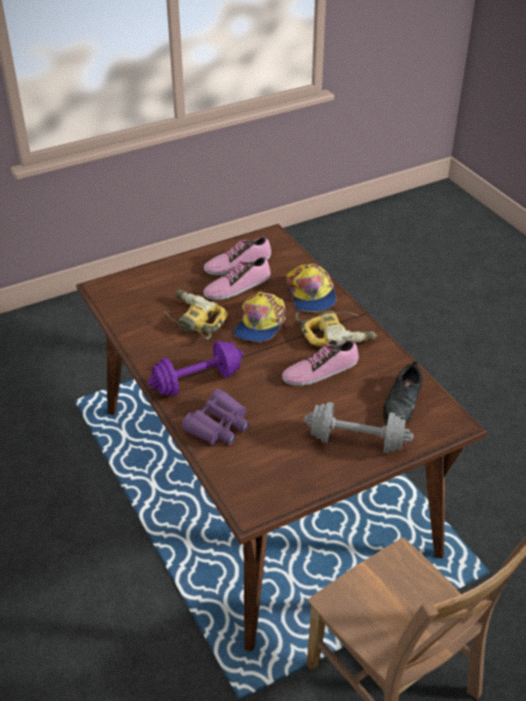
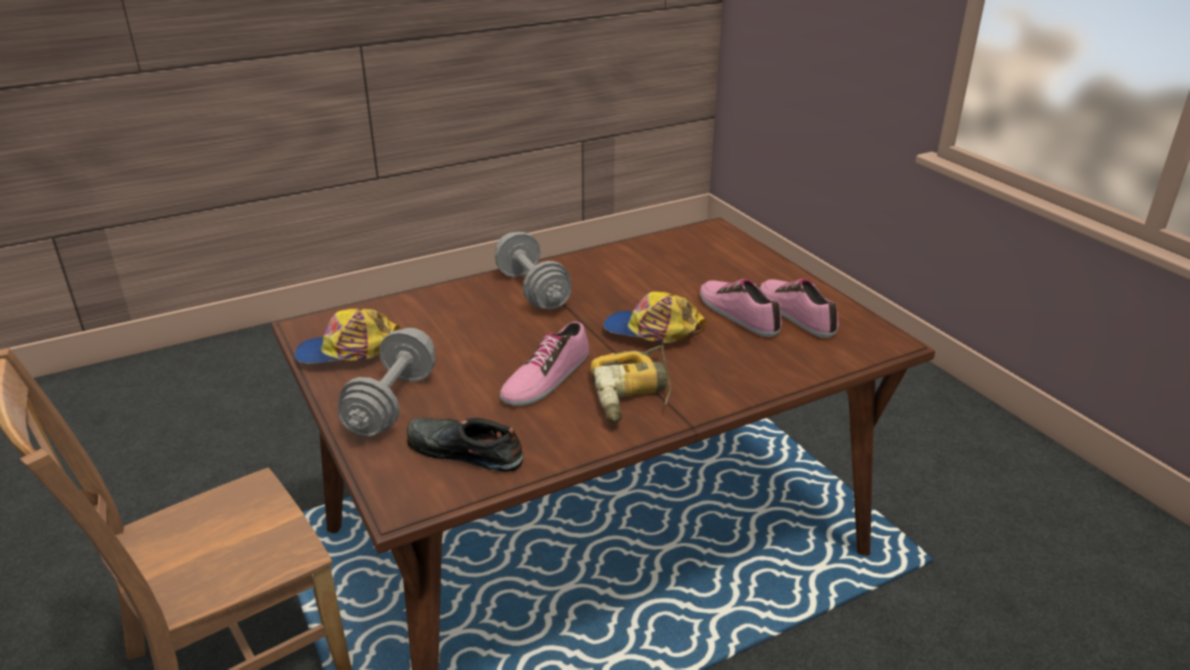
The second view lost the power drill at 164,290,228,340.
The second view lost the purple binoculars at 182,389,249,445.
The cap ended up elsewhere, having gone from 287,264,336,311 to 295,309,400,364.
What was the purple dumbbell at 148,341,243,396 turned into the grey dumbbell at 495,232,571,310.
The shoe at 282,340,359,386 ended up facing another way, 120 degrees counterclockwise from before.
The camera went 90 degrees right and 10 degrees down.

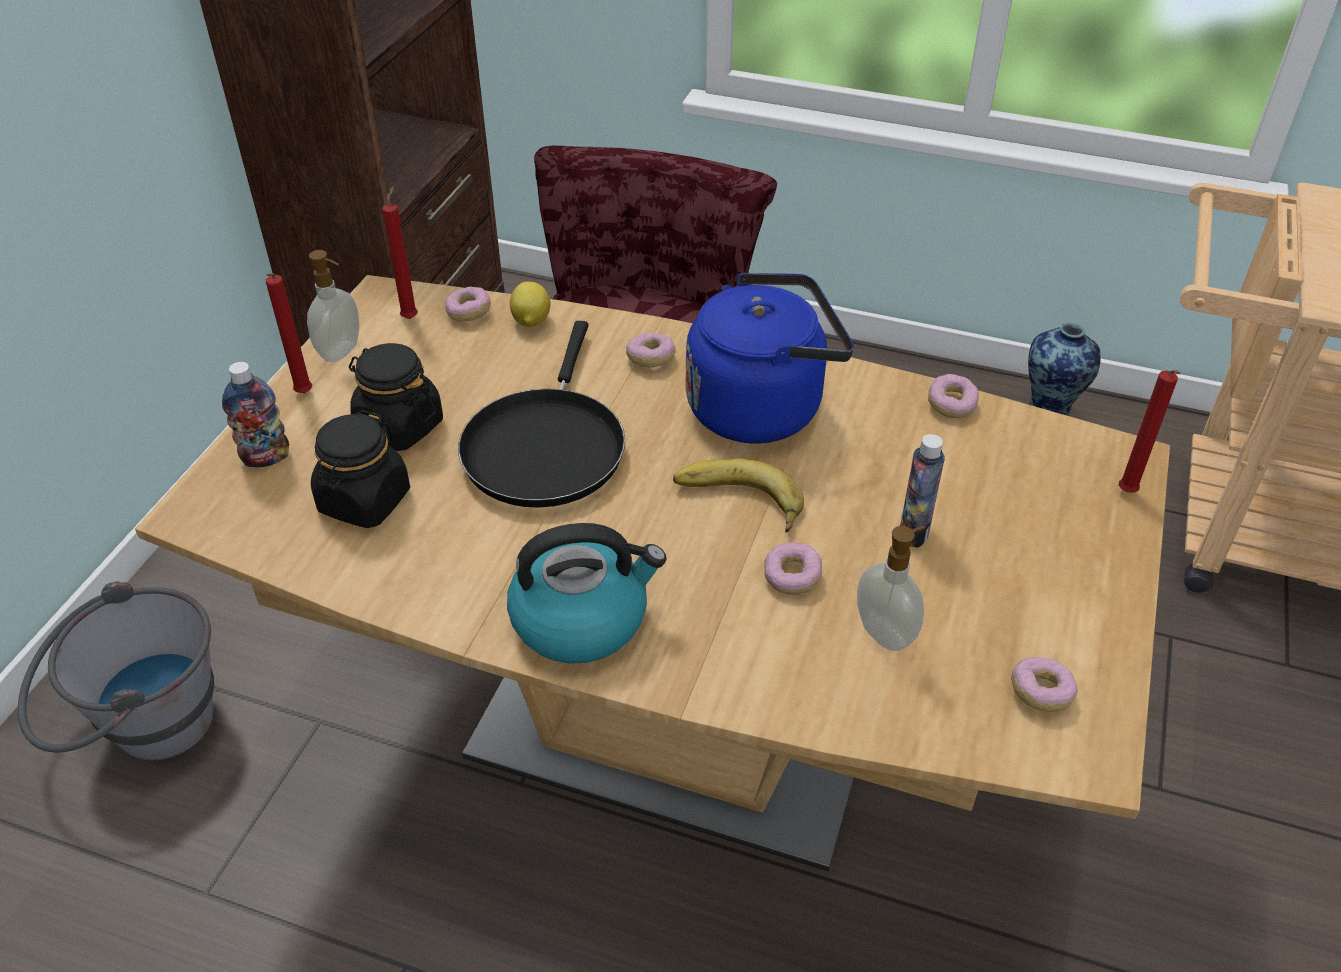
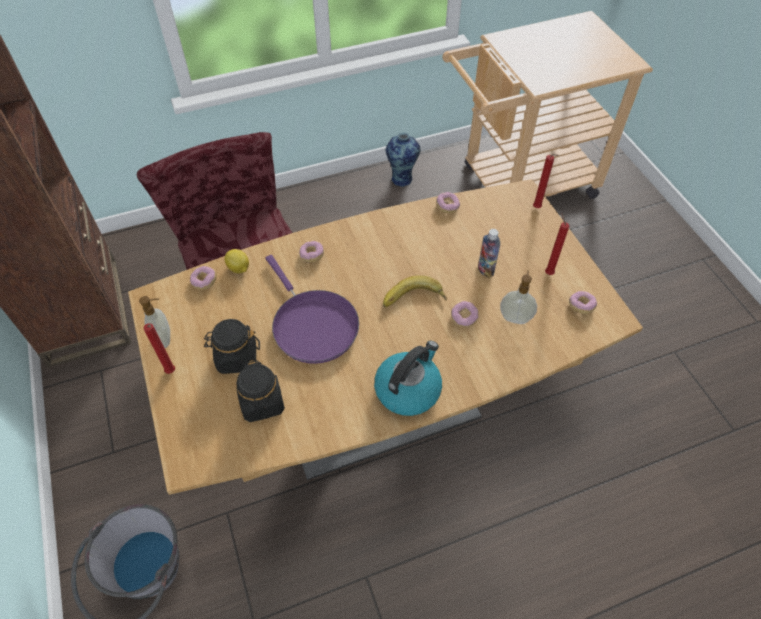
The second view lost the bottle at 222,362,289,467.
The second view lost the blue kettle at 686,272,854,444.
The red candle ended up elsewhere, having gone from 382,186,418,319 to 545,213,569,275.
What was the black frying pan at 458,321,625,508 turned into the purple frying pan at 266,255,359,364.
The camera went 40 degrees left and 10 degrees up.

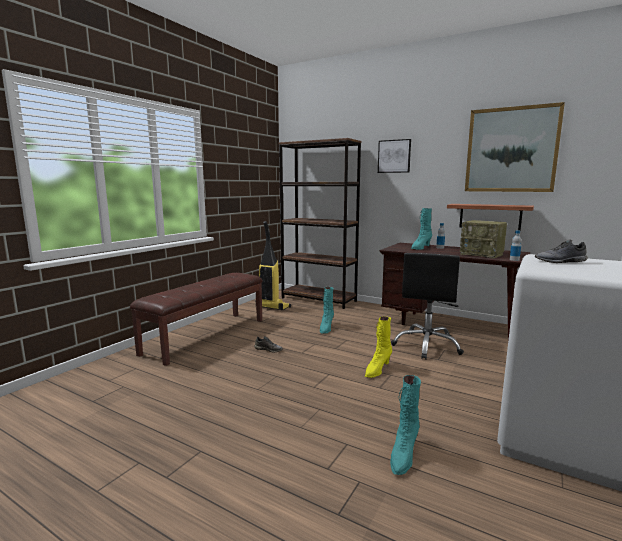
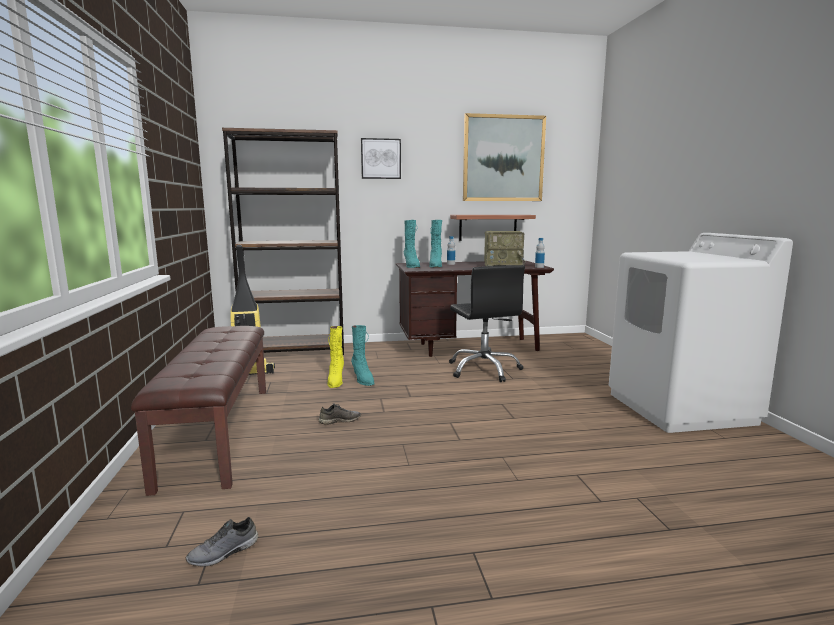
The yellow boot ended up elsewhere, having gone from 365,316,392,378 to 328,326,344,388.
The turquoise boot ended up elsewhere, having gone from 390,375,421,475 to 404,220,420,268.
The grey shoe ended up elsewhere, having gone from 535,240,587,263 to 186,517,259,567.
The camera went 40 degrees left and 0 degrees up.

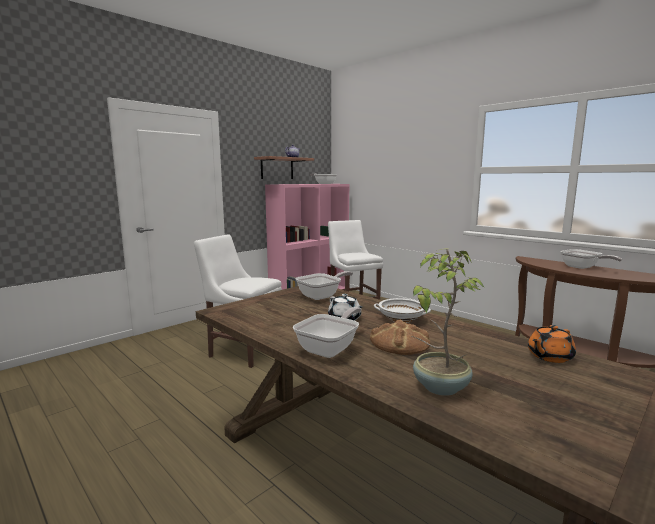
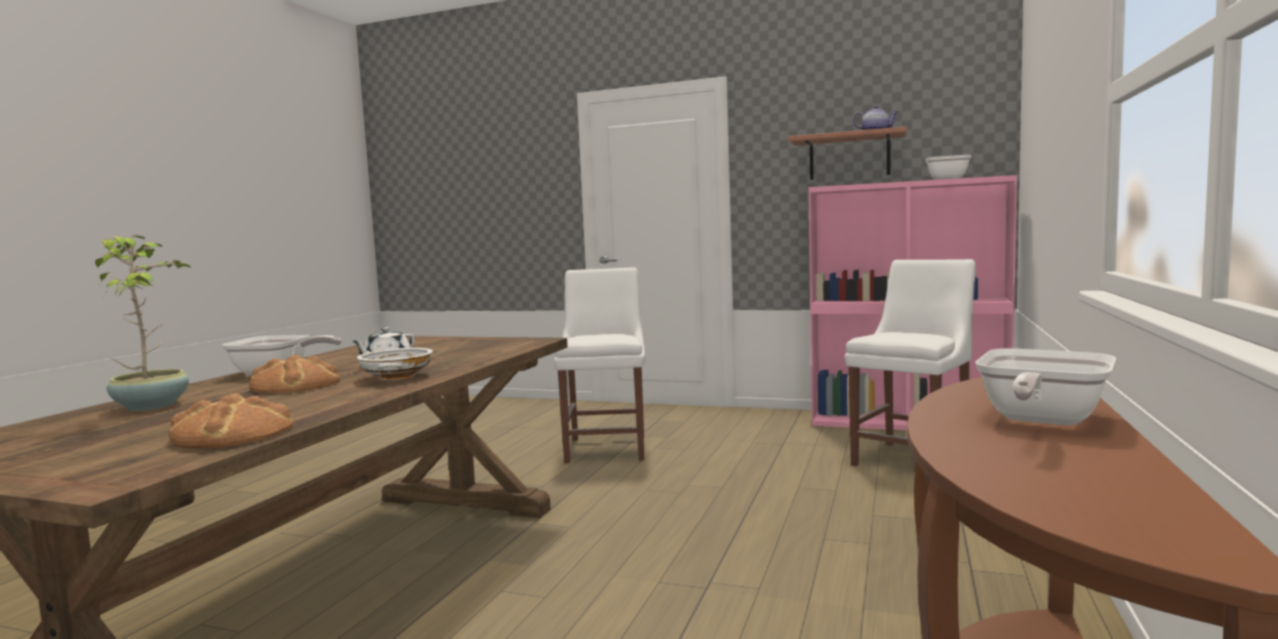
The second view lost the frying pan at 296,271,353,300.
Where the orange teapot stood at 528,325,576,363, the bread came to stand at 169,393,295,449.
The camera went 65 degrees right and 5 degrees down.

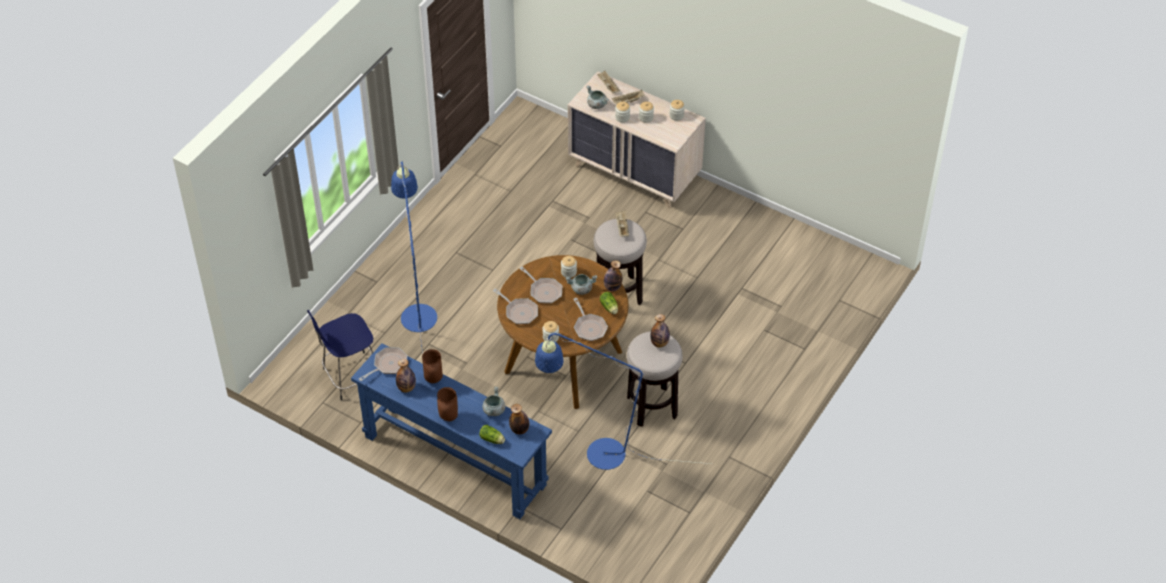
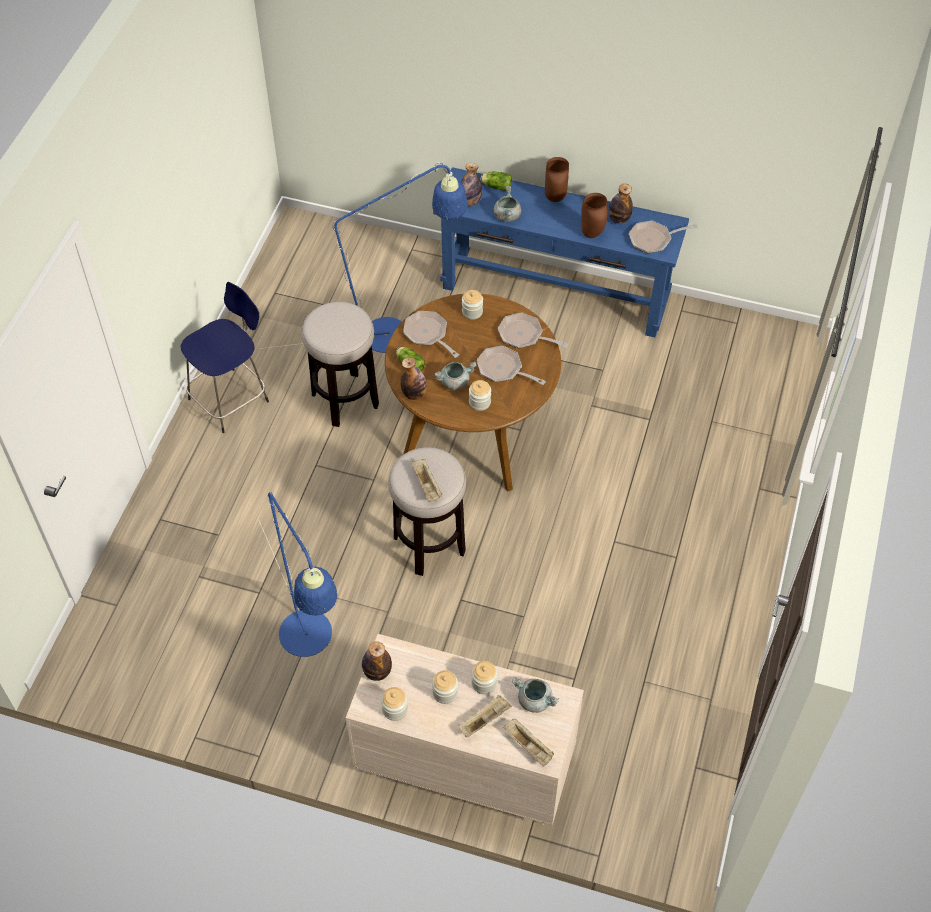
The blue stool ended up elsewhere, having gone from 307,310,373,400 to 181,282,269,433.
The blue floor lamp ended up elsewhere, having gone from 391,162,437,355 to 258,492,337,657.
The bottle ended up elsewhere, having gone from 650,314,670,348 to 362,641,392,681.
The frying pan at 359,347,407,381 ended up facing another way, 45 degrees clockwise from before.
The camera went 165 degrees right and 5 degrees up.

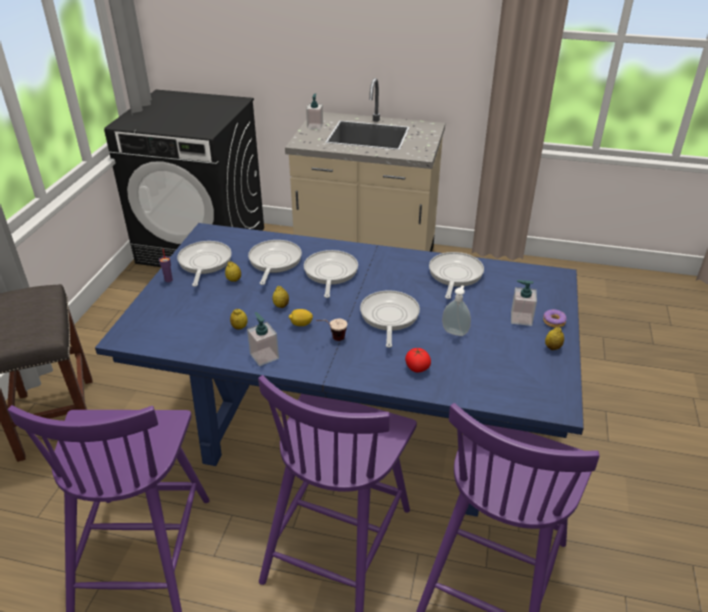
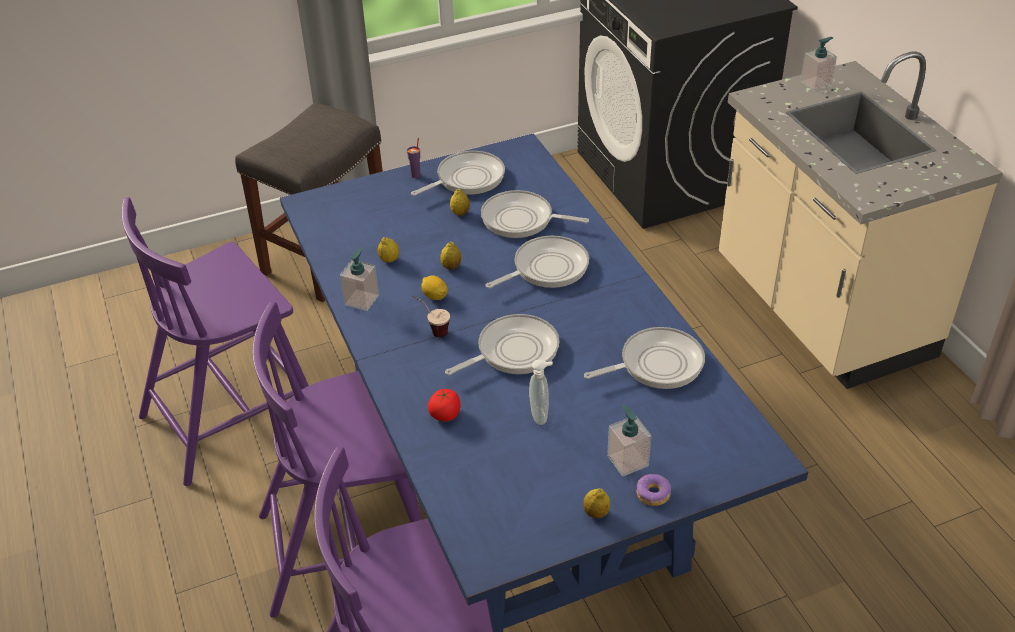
The frying pan at 248,240,302,285 ended up facing another way, 135 degrees counterclockwise from before.
The camera went 55 degrees right and 5 degrees up.

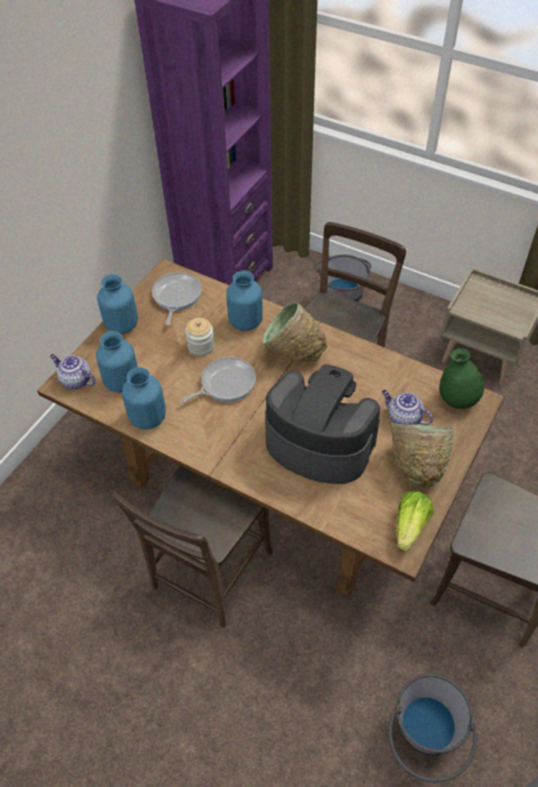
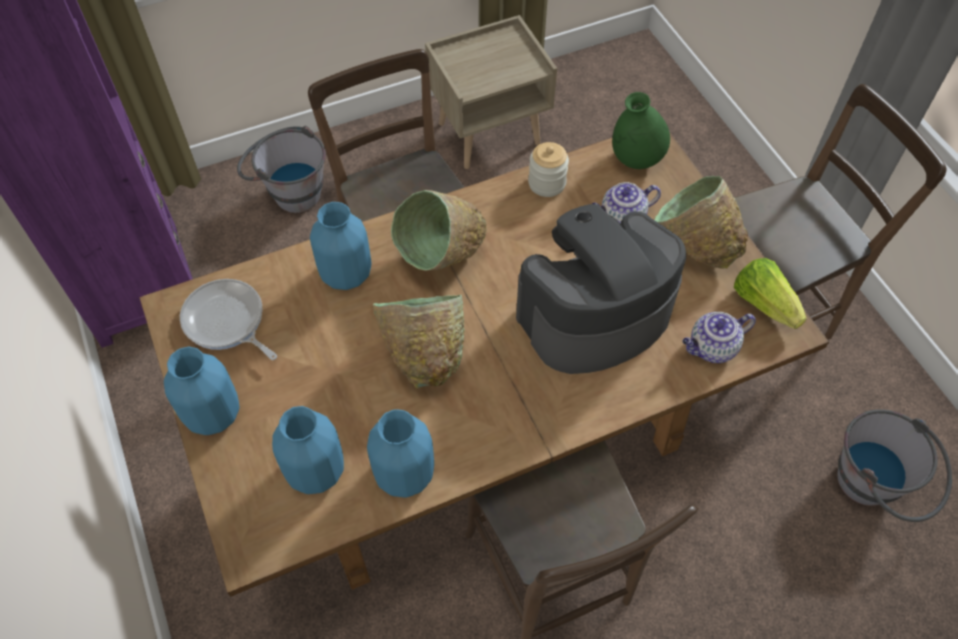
The teapot ended up elsewhere, having gone from 50,354,96,389 to 682,312,756,363.
The jar ended up elsewhere, having gone from 185,318,214,356 to 528,142,569,197.
Where the frying pan stood at 180,357,256,403, the green bowl came to stand at 373,295,465,389.
The camera went 55 degrees left and 5 degrees up.

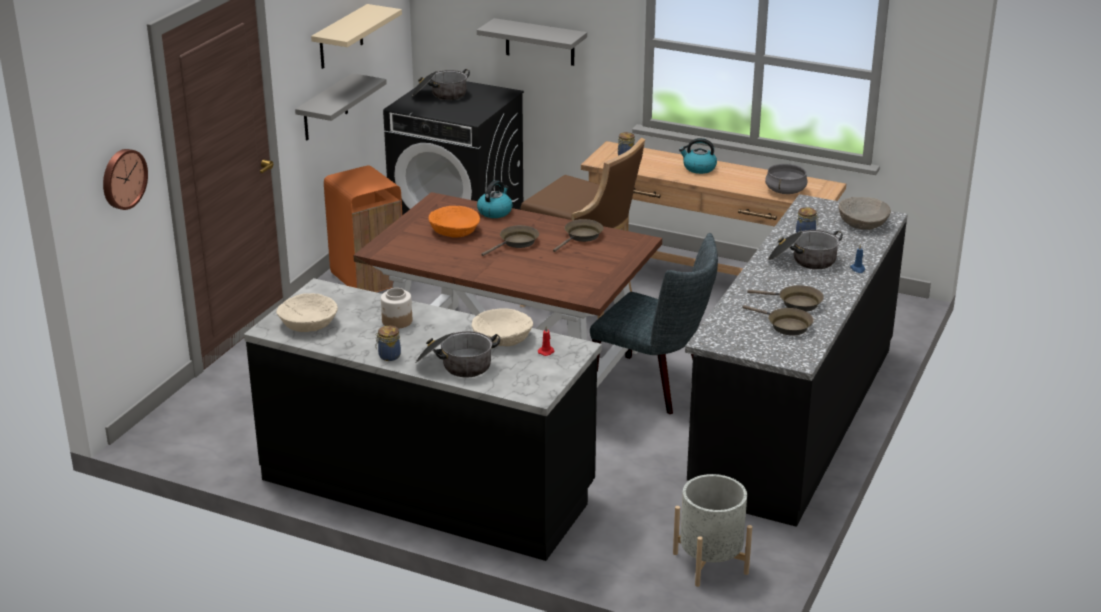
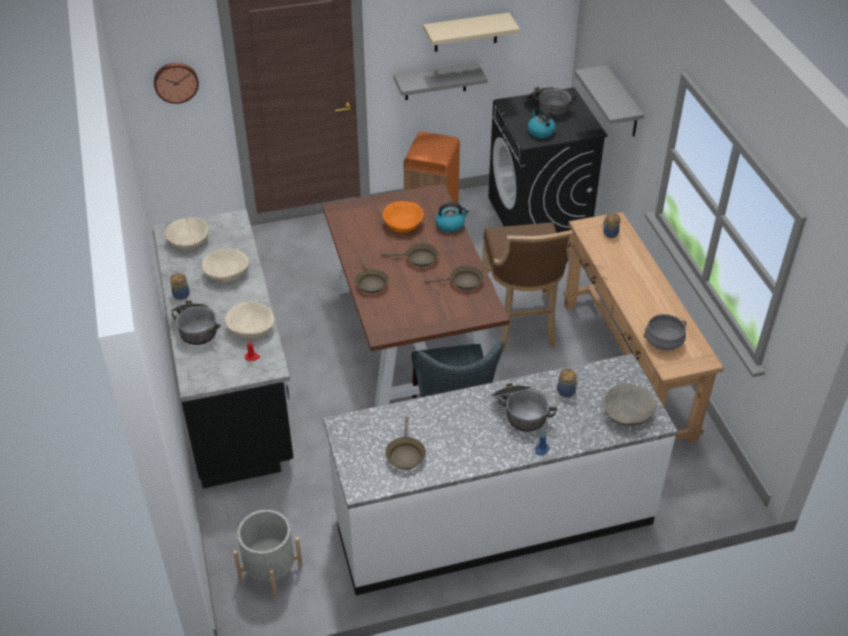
The kettle ended up elsewhere, having gone from 679,138,717,174 to 528,107,556,138.
The brown frying pan ended up elsewhere, having gone from 747,285,824,312 to 355,256,389,294.
Where the jar stood at 381,288,412,329, the beige bowl came to stand at 202,248,249,283.
What was the black counter at 685,194,908,527 turned into the white counter at 323,354,678,595.
The camera went 50 degrees right and 15 degrees up.

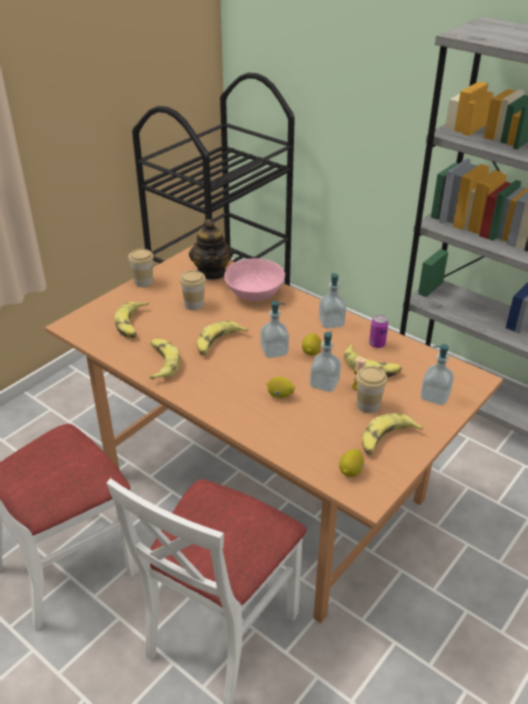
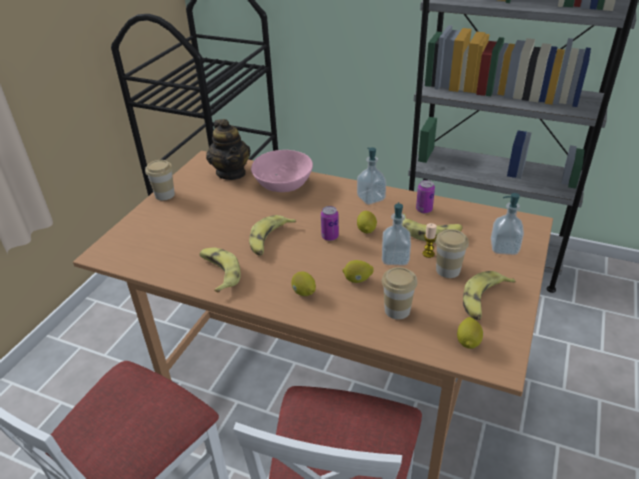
The second view lost the banana at 115,302,149,338.
The second view gained the lemon at 291,271,316,296.
The cup ended up elsewhere, having gone from 179,270,206,310 to 382,267,417,319.
Where the soap dispenser stood at 261,301,289,358, the can came to stand at 321,206,339,241.
The camera went 15 degrees left and 0 degrees up.

